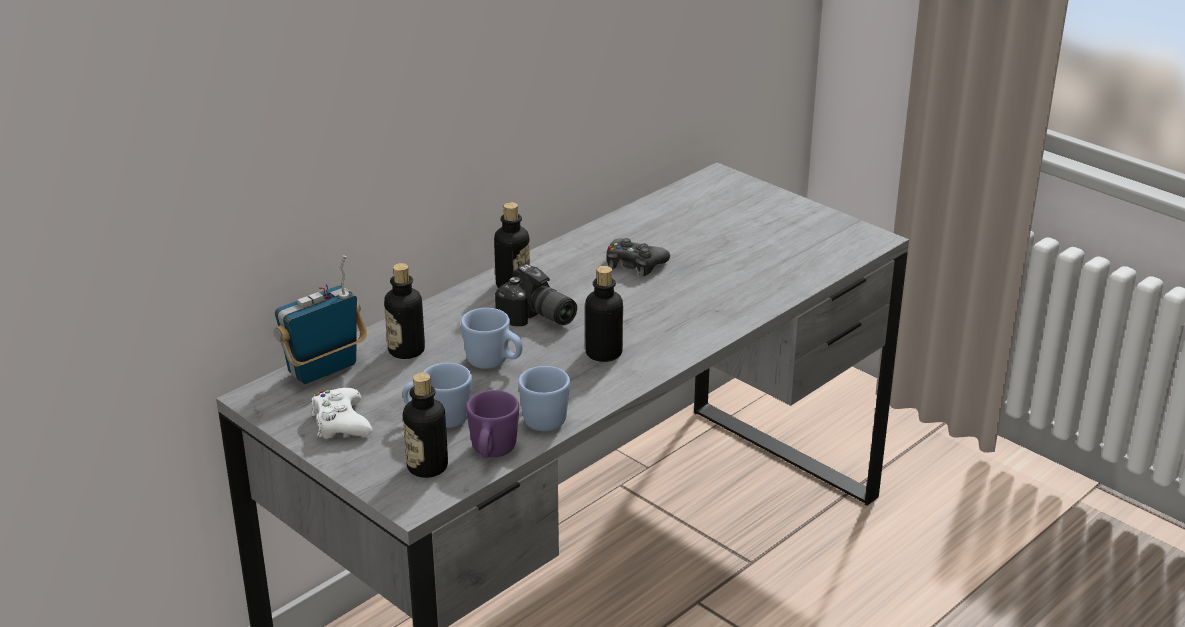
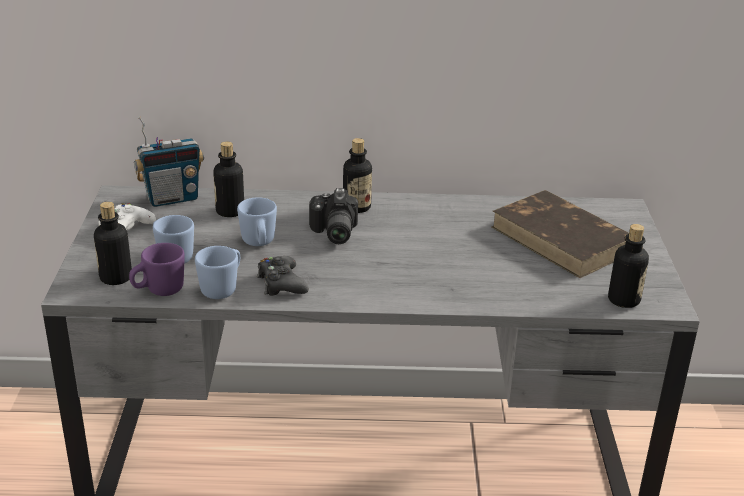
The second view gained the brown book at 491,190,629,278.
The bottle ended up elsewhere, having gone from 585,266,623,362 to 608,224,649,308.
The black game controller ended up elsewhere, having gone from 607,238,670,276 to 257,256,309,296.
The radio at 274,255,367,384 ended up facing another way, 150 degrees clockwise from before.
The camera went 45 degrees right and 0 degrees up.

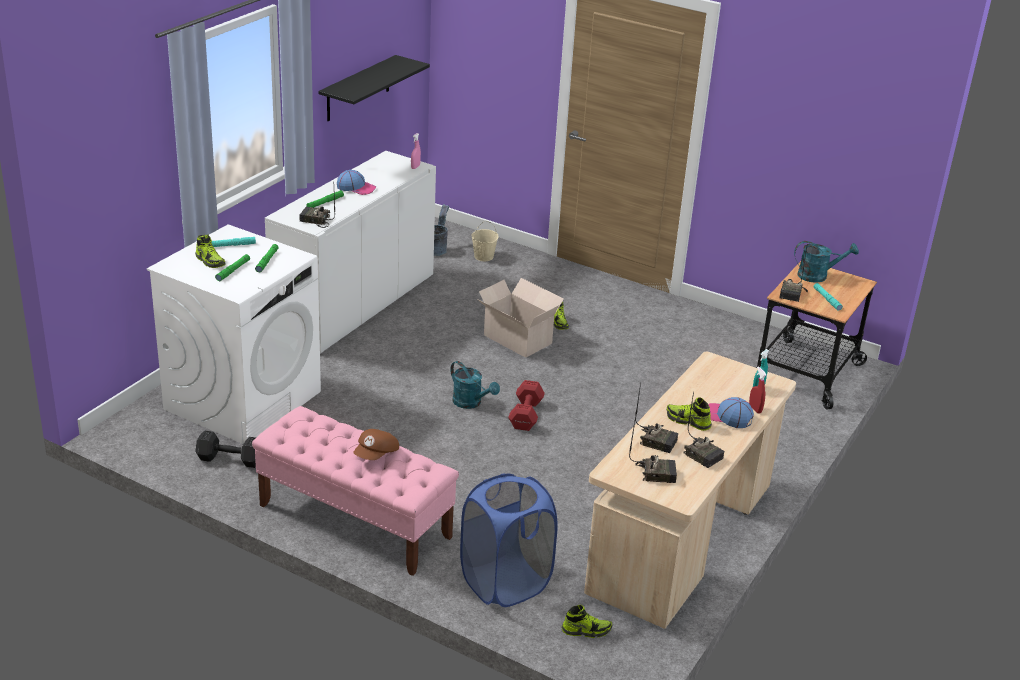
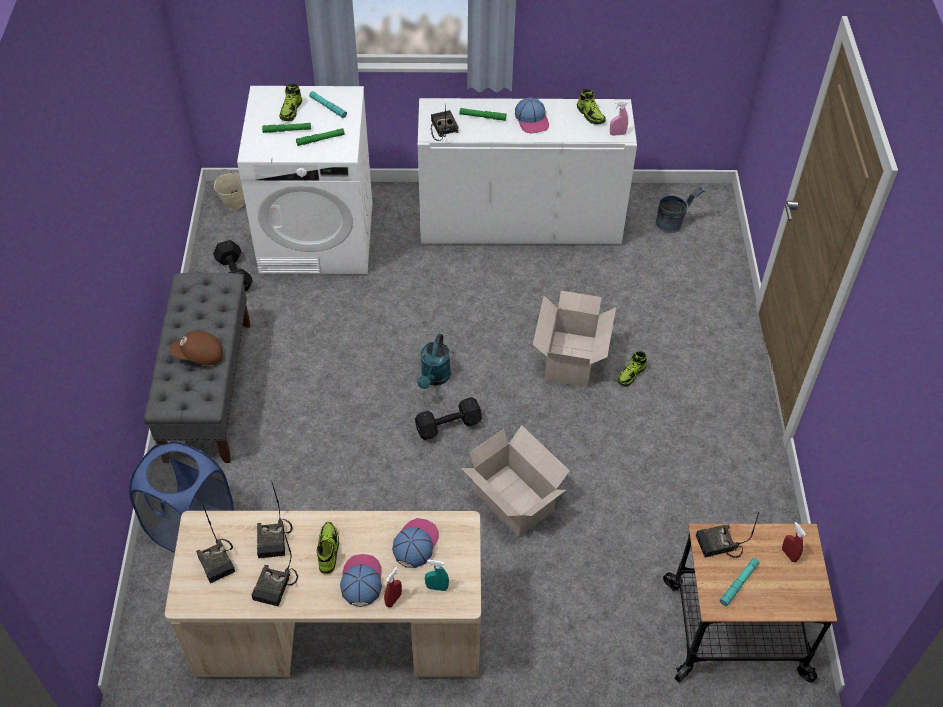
The second view lost the black shelf at 318,55,430,121.
The second view gained the cap at 392,518,439,568.
The second view gained the cardboard box at 461,425,570,537.
The beige bucket ended up elsewhere, having gone from 471,221,498,261 to 214,169,245,210.
The shoe ended up elsewhere, having gone from 562,605,612,638 to 577,89,606,125.
Where the turquoise watering can stood at 794,241,859,283, the red spray bottle came to stand at 782,522,806,562.
What was the pink bench at 252,406,459,576 turned into the grey bench at 144,273,250,463.
What was the red dumbbell at 508,380,545,431 turned into the black dumbbell at 415,397,482,440.
The camera went 60 degrees right and 20 degrees up.

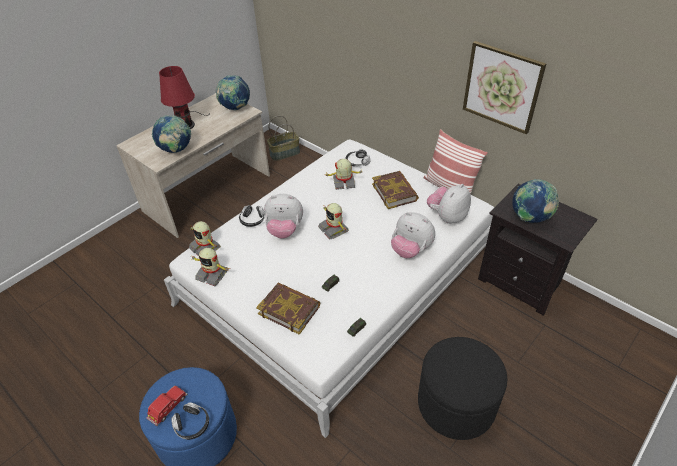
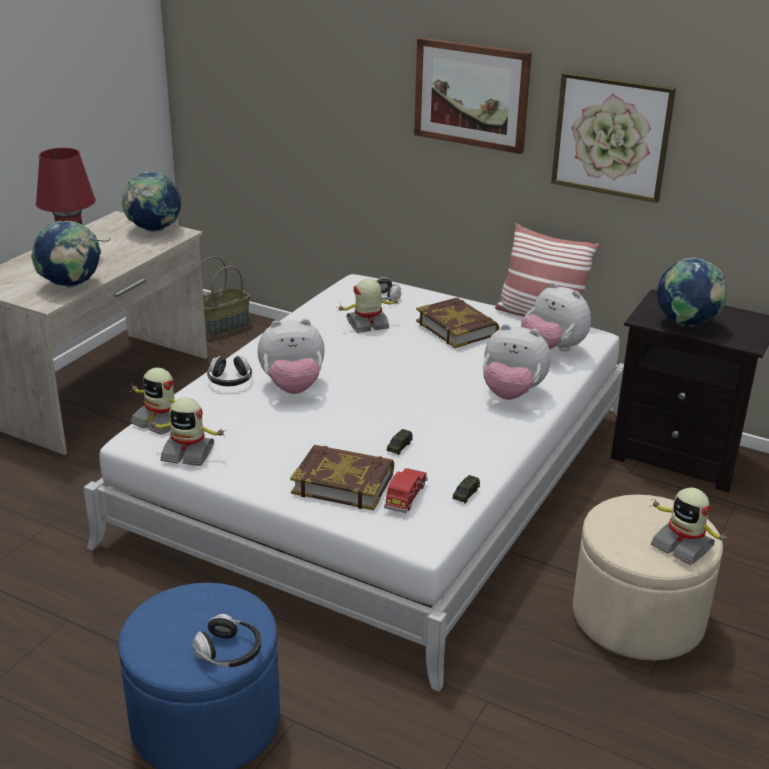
The second view gained the picture at 414,37,532,154.
The red toy car ended up elsewhere, having gone from 146,385,188,426 to 384,468,428,513.
The toy robot ended up elsewhere, having gone from 318,203,349,240 to 650,487,730,565.
What was the black ottoman at 418,337,507,440 turned into the beige ottoman at 573,494,723,660.
The plush toy at 427,184,471,224 ended up facing another way, 75 degrees counterclockwise from before.
The camera went 15 degrees left and 15 degrees down.

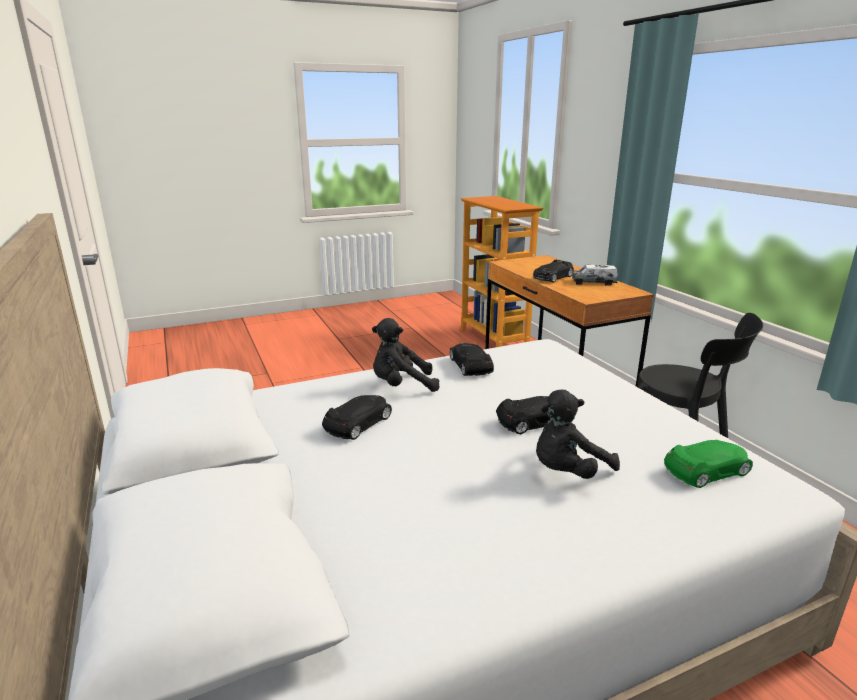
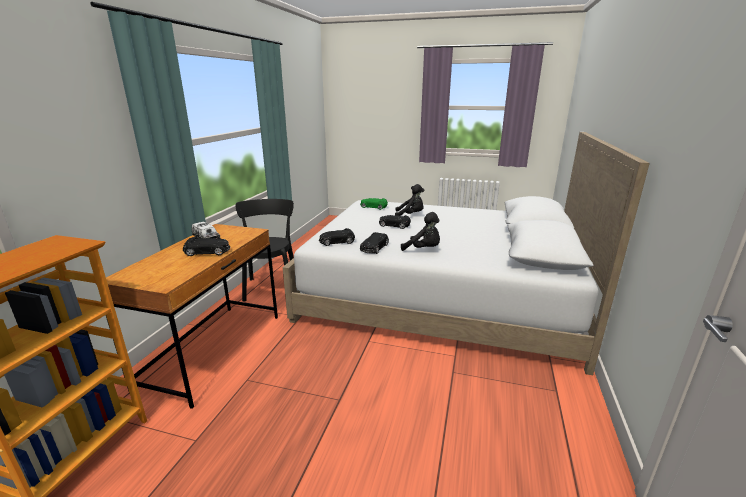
The black toy car ended up elsewhere, having gone from 322,395,392,440 to 319,228,355,246.
The camera went 140 degrees left and 0 degrees up.

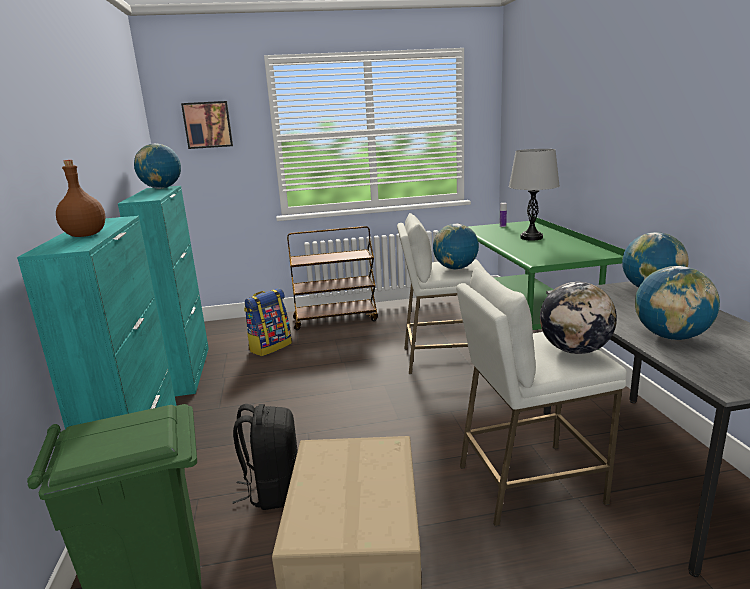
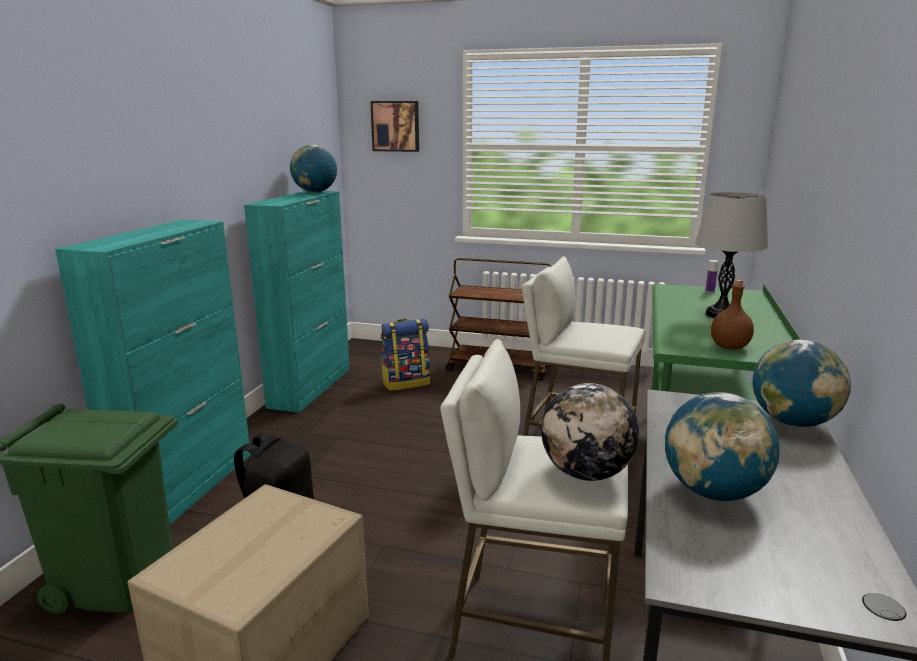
The second view lost the globe at 433,223,479,270.
The brown bottle ended up elsewhere, having gone from 56,160,105,237 to 711,279,754,350.
The camera went 25 degrees right and 0 degrees up.

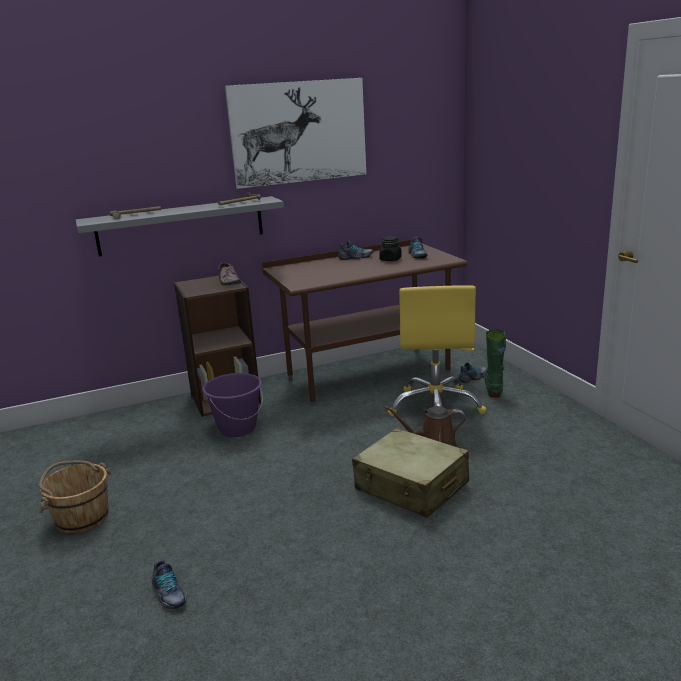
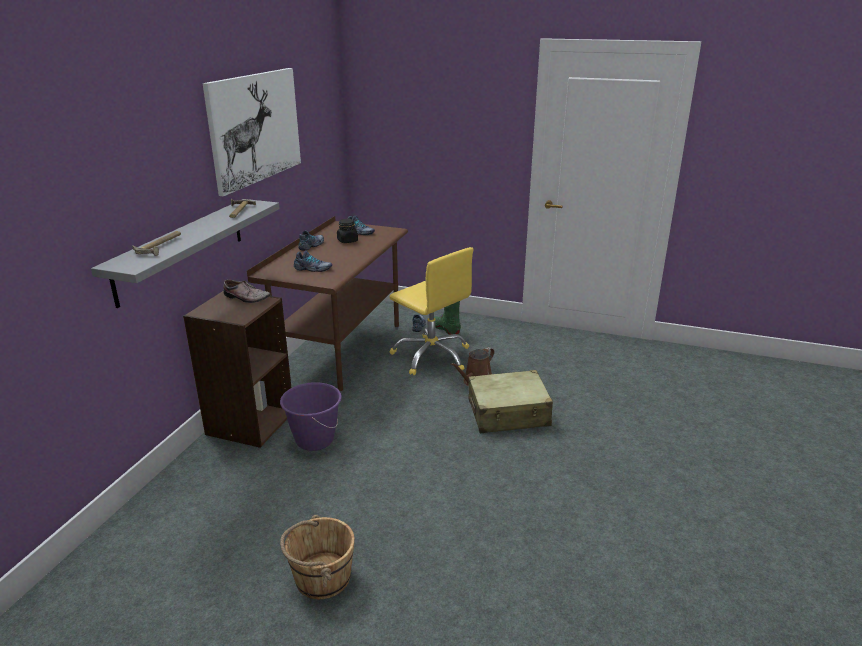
The shoe ended up elsewhere, having gone from 152,560,187,609 to 294,250,332,272.
The camera went 50 degrees left and 5 degrees up.

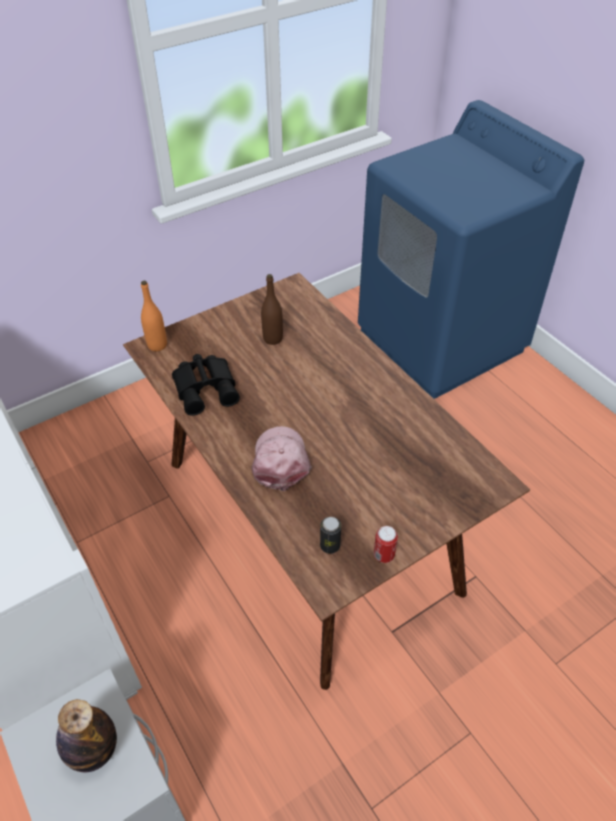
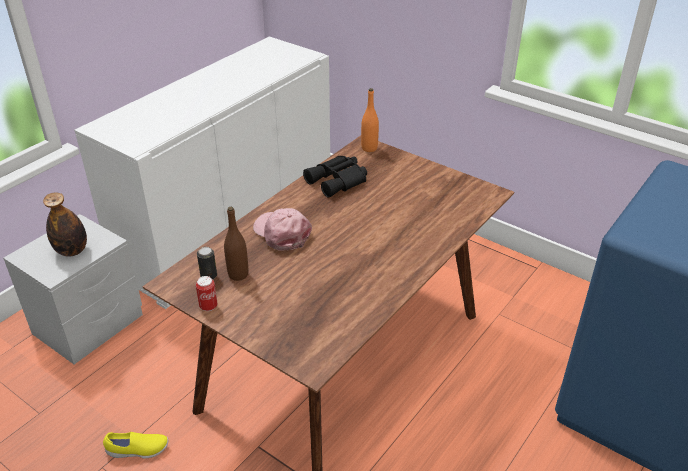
The second view gained the yellow shoe at 103,432,168,459.
The brown bottle ended up elsewhere, having gone from 261,274,283,345 to 224,207,248,281.
The pink cap at 252,426,312,491 ended up facing another way, 105 degrees counterclockwise from before.
The camera went 70 degrees right and 10 degrees down.

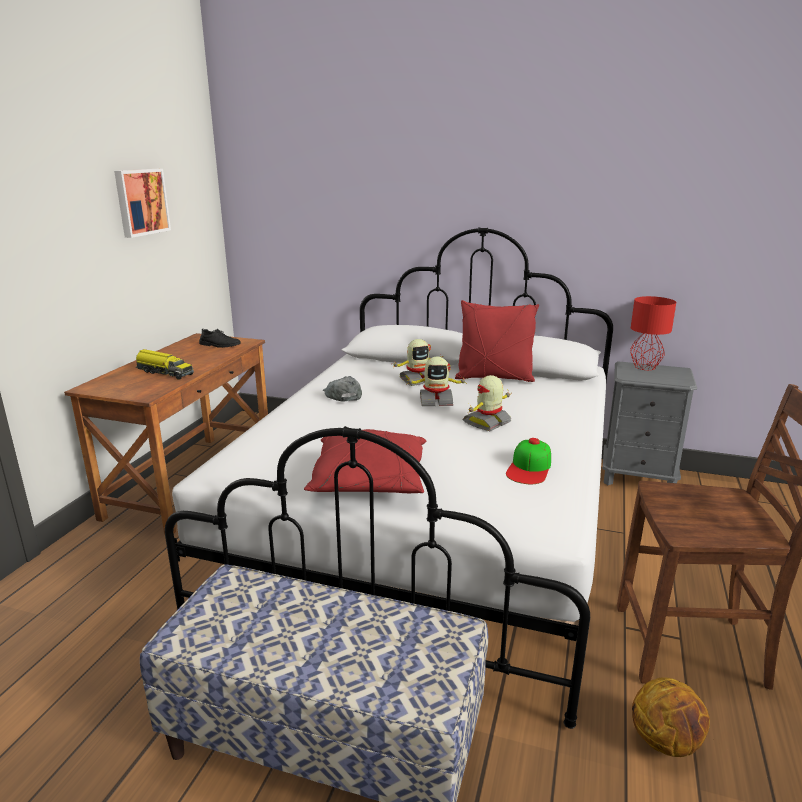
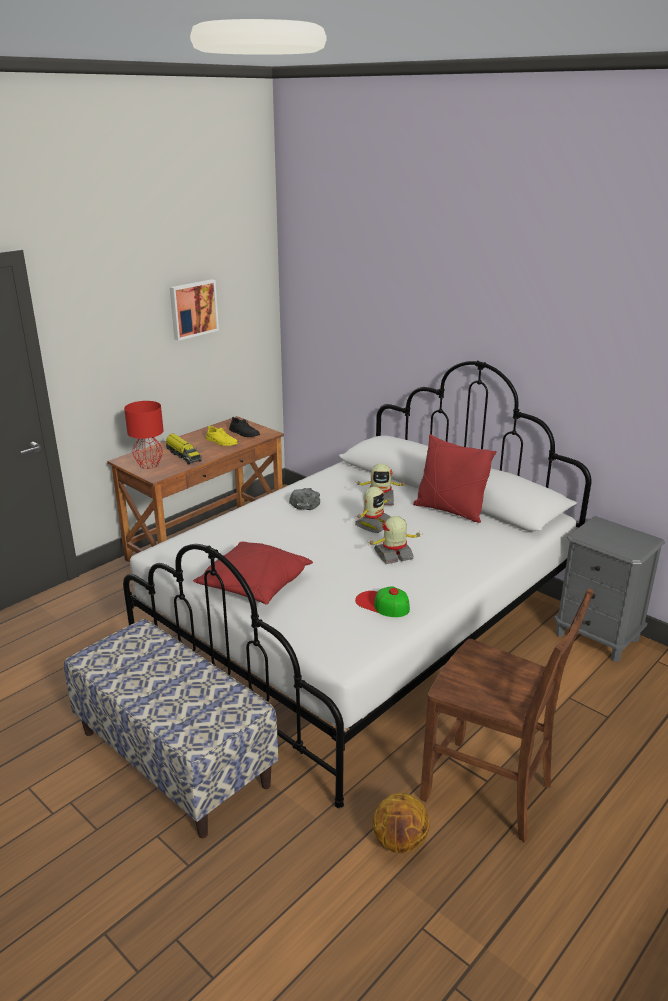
The second view gained the yellow shoe at 206,426,238,446.
The red table lamp ended up elsewhere, having gone from 630,296,676,370 to 124,401,164,469.
The toy robot at 408,356,467,406 ended up facing another way, 75 degrees counterclockwise from before.
The cap at 506,438,551,484 ended up facing another way, 75 degrees clockwise from before.
The camera went 25 degrees right and 5 degrees up.

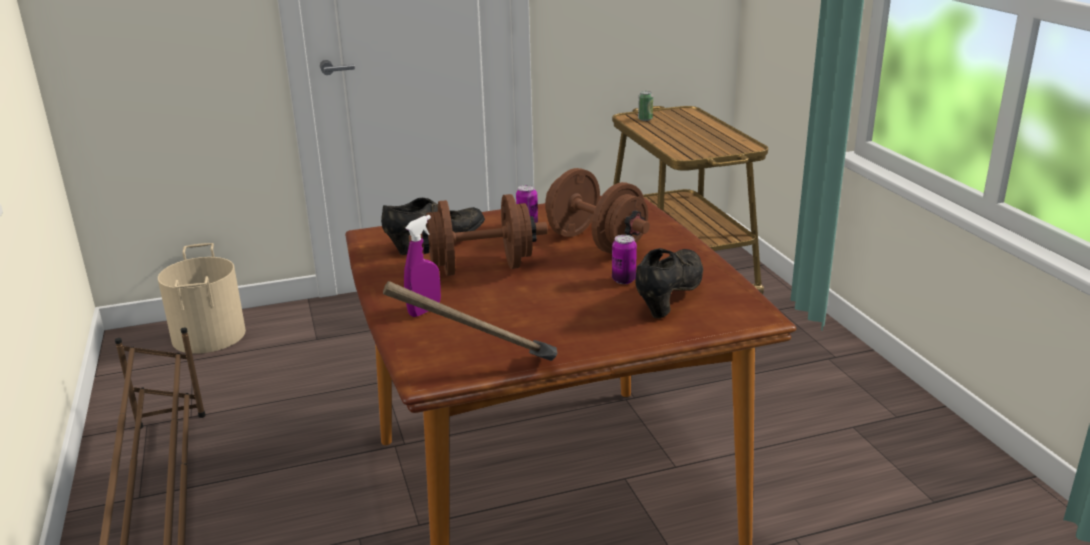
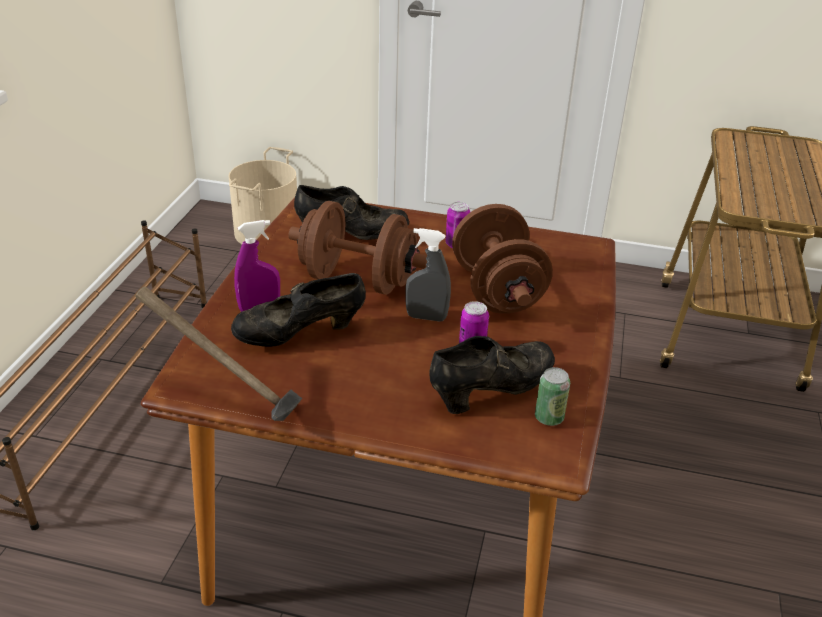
The second view gained the black shoe at 231,273,366,347.
The second view gained the grey spray bottle at 405,228,451,322.
The can ended up elsewhere, having gone from 638,91,653,121 to 535,367,570,426.
The camera went 30 degrees right and 10 degrees up.

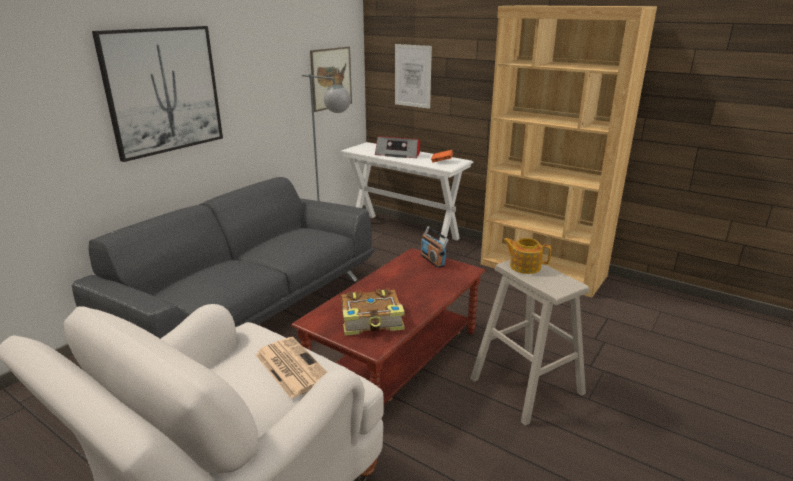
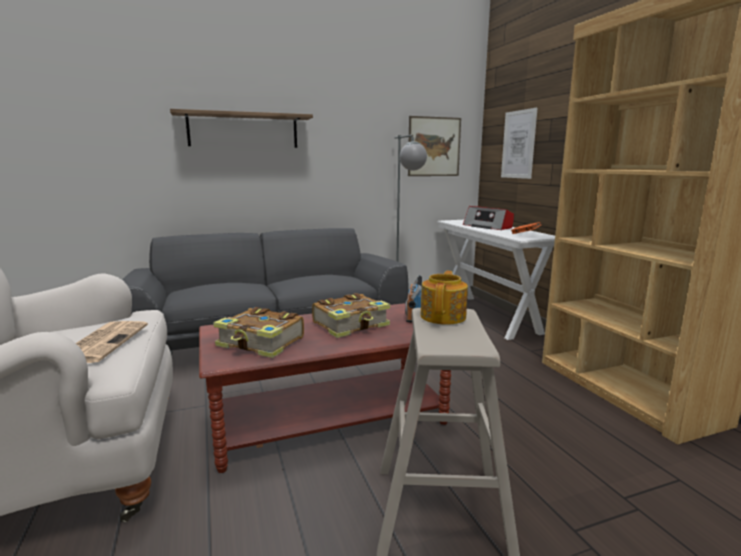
The second view gained the book at 312,293,390,338.
Where the picture hung at 92,26,223,162, the shelf came to hang at 170,109,313,148.
The teapot at 503,238,551,274 ended up facing another way, 45 degrees clockwise from before.
The camera went 35 degrees right and 10 degrees down.

